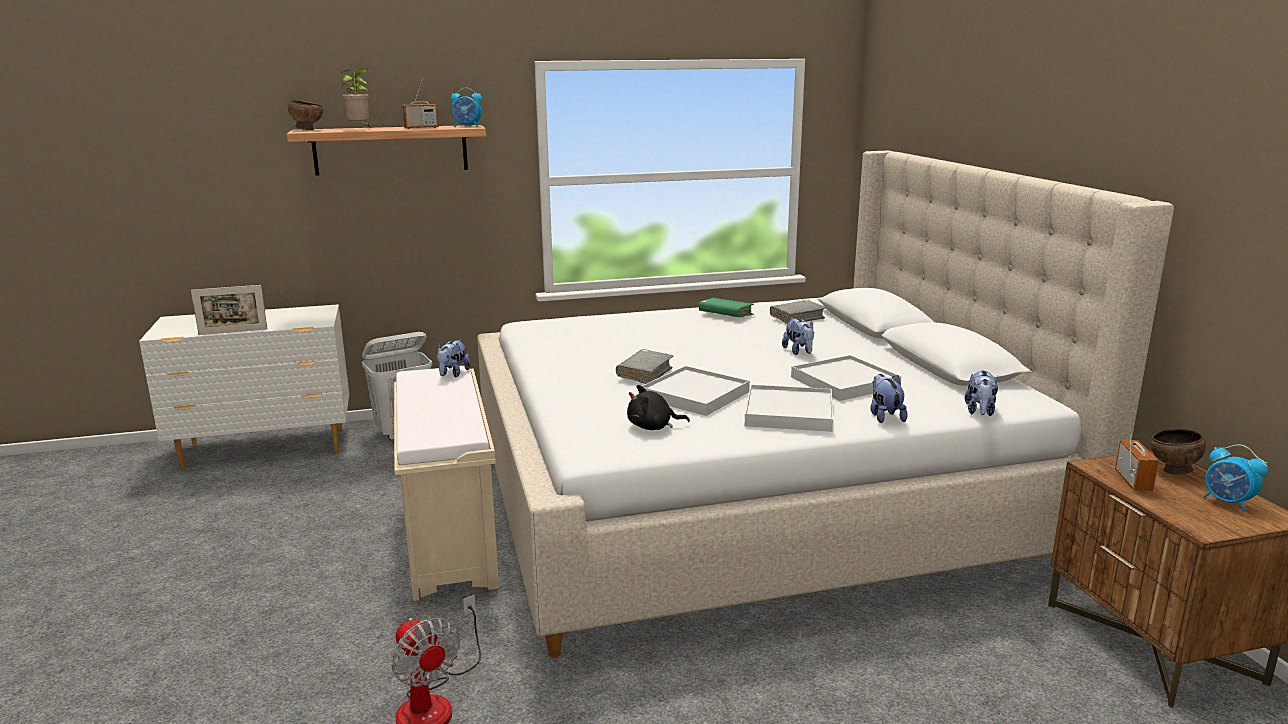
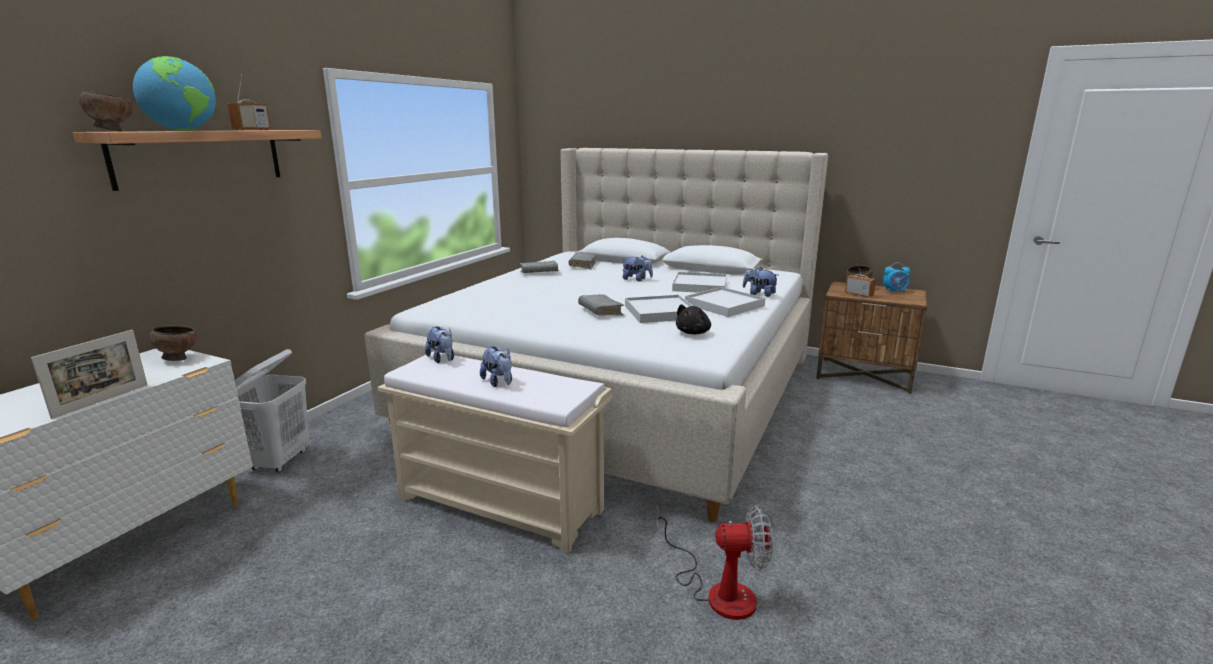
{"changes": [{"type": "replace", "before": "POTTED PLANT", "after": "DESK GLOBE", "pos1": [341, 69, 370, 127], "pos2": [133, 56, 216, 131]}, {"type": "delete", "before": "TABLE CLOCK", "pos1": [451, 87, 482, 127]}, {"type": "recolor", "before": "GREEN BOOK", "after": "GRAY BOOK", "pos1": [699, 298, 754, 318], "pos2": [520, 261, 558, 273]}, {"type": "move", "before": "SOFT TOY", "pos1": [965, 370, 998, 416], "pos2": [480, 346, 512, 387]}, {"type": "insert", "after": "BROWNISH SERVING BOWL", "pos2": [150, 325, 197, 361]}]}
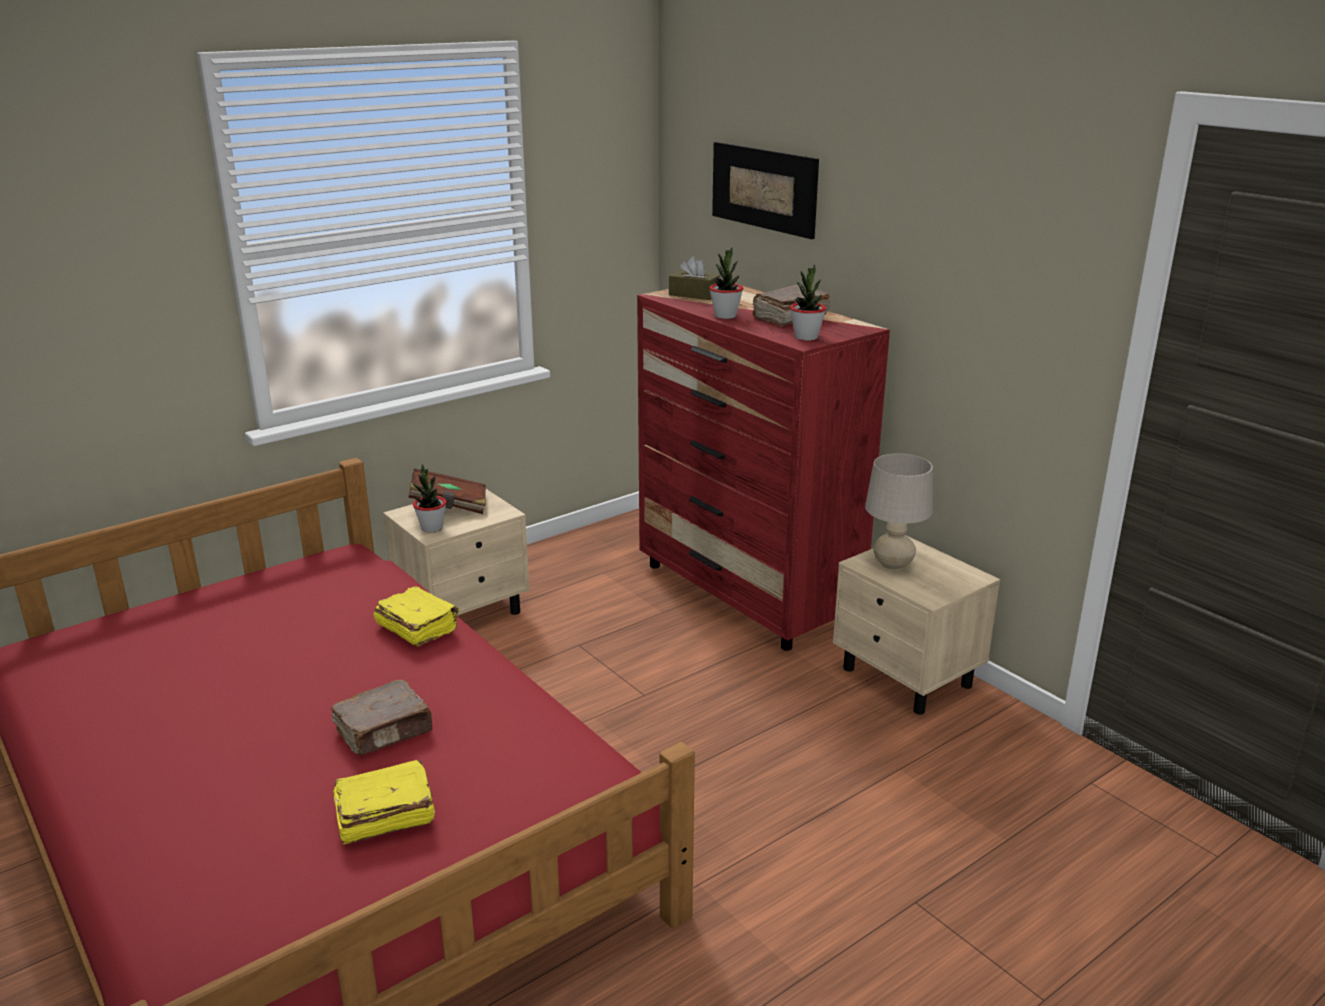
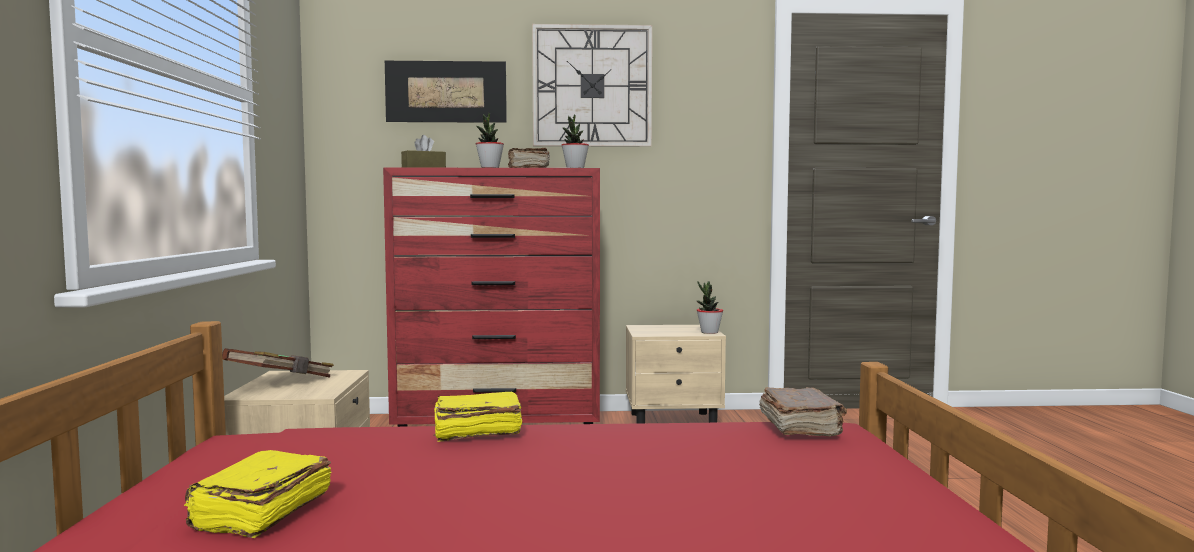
{"changes": [{"type": "move", "before": "BROWNISH BOOK", "pos1": [331, 680, 433, 755], "pos2": [759, 387, 847, 437]}, {"type": "move", "before": "YELLOWISH BOOK", "pos1": [333, 760, 435, 845], "pos2": [184, 450, 332, 538]}, {"type": "move", "before": "POTTED PLANT", "pos1": [413, 464, 447, 533], "pos2": [697, 282, 723, 334]}, {"type": "delete", "before": "BEIGE-COLOURED LAMP FOR A TABLE", "pos1": [865, 453, 933, 570]}, {"type": "insert", "after": "WALL CLOCK", "pos2": [532, 24, 652, 147]}]}
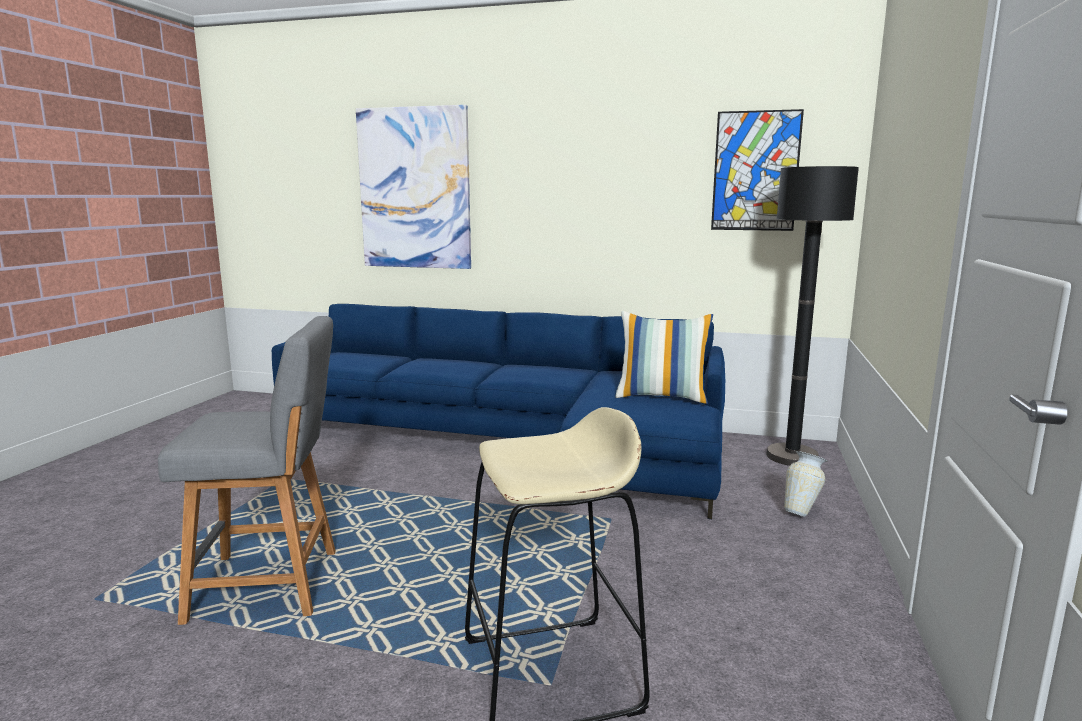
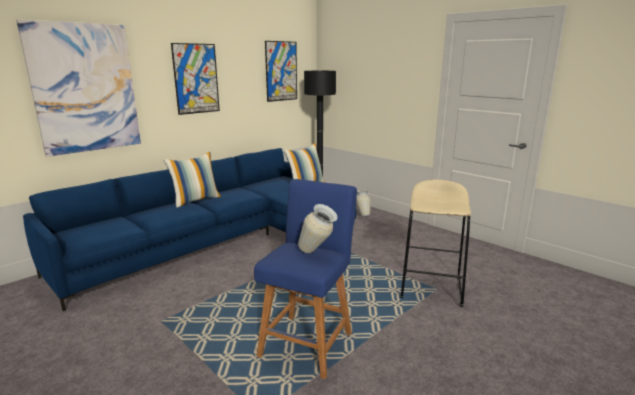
{"changes": [{"type": "recolor", "before": "GRAY SITTING STOOL", "after": "BLUE SITTING STOOL", "pos1": [158, 316, 336, 625], "pos2": [254, 179, 357, 379]}, {"type": "insert", "after": "THROW PILLOW", "pos2": [164, 152, 221, 207]}, {"type": "insert", "after": "PICTURE", "pos2": [171, 43, 220, 115]}, {"type": "insert", "after": "FLOWER VASE", "pos2": [298, 204, 338, 253]}]}
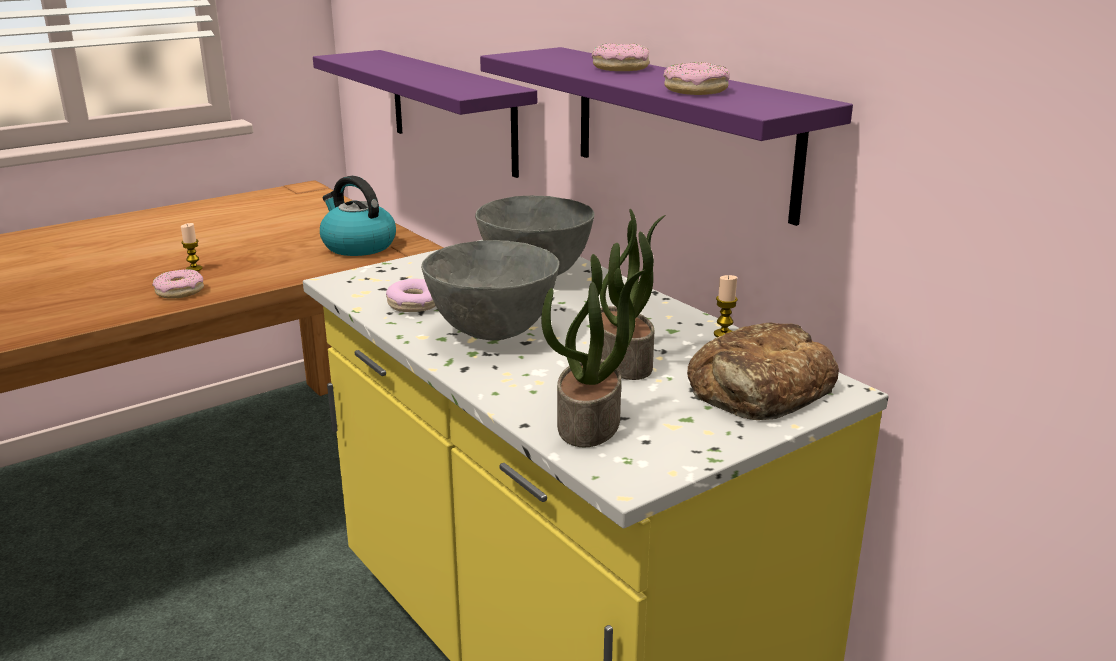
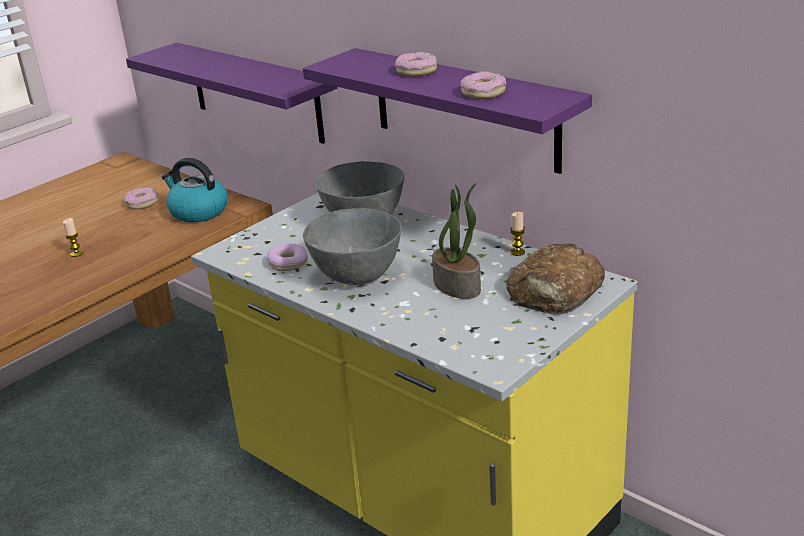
{"changes": [{"type": "move", "before": "DONUT", "pos1": [152, 269, 204, 299], "pos2": [124, 187, 158, 209]}, {"type": "delete", "before": "POTTED PLANT", "pos1": [541, 254, 646, 447]}]}
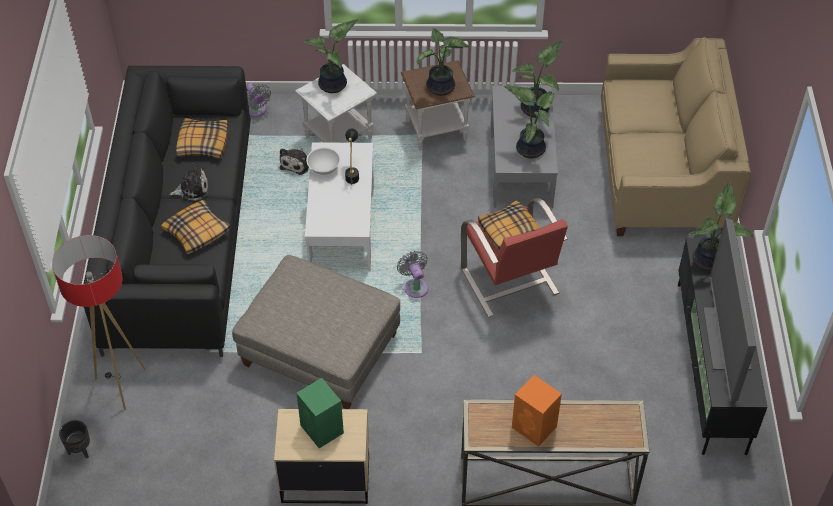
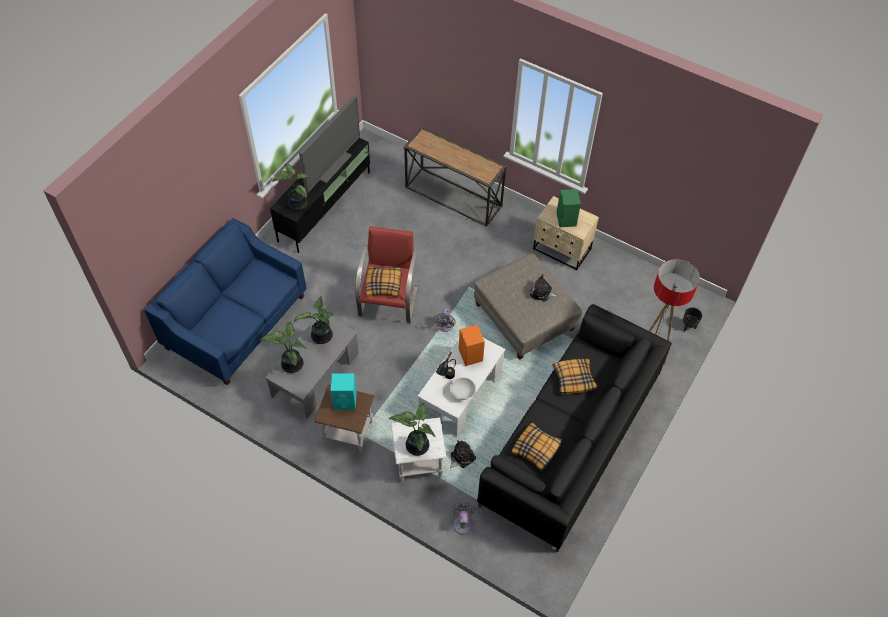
{"changes": [{"type": "move", "before": "SOFT TOY", "pos1": [169, 163, 208, 201], "pos2": [530, 274, 558, 302]}, {"type": "replace", "before": "POTTED PLANT", "after": "BLUE-GREEN LOUDSPEAKER", "pos1": [417, 28, 470, 96], "pos2": [331, 373, 356, 410]}, {"type": "move", "before": "ORANGE-COLOURED LOUDSPEAKER", "pos1": [512, 375, 562, 447], "pos2": [459, 324, 485, 366]}, {"type": "recolor", "before": "BEIGE-COLOURED SOFA", "after": "BLUE SOFA", "pos1": [601, 37, 751, 236], "pos2": [144, 218, 307, 385]}]}
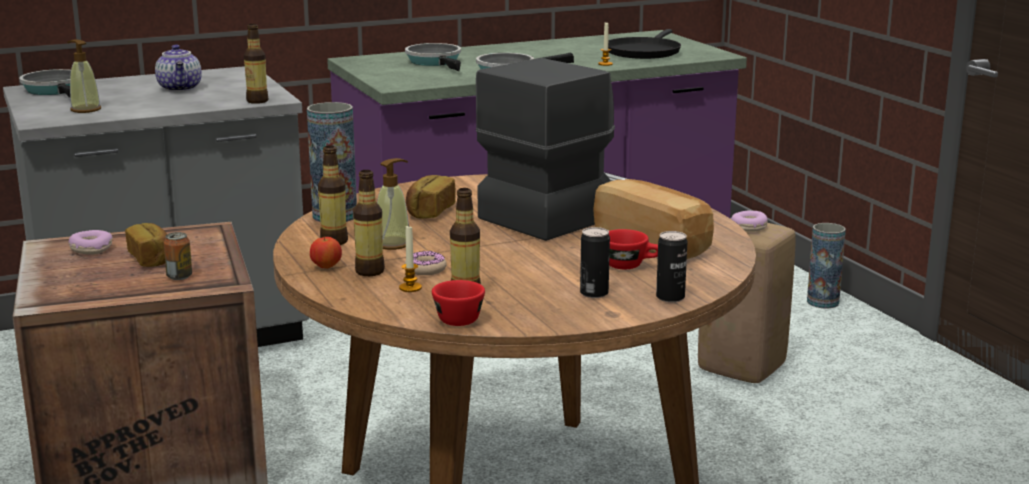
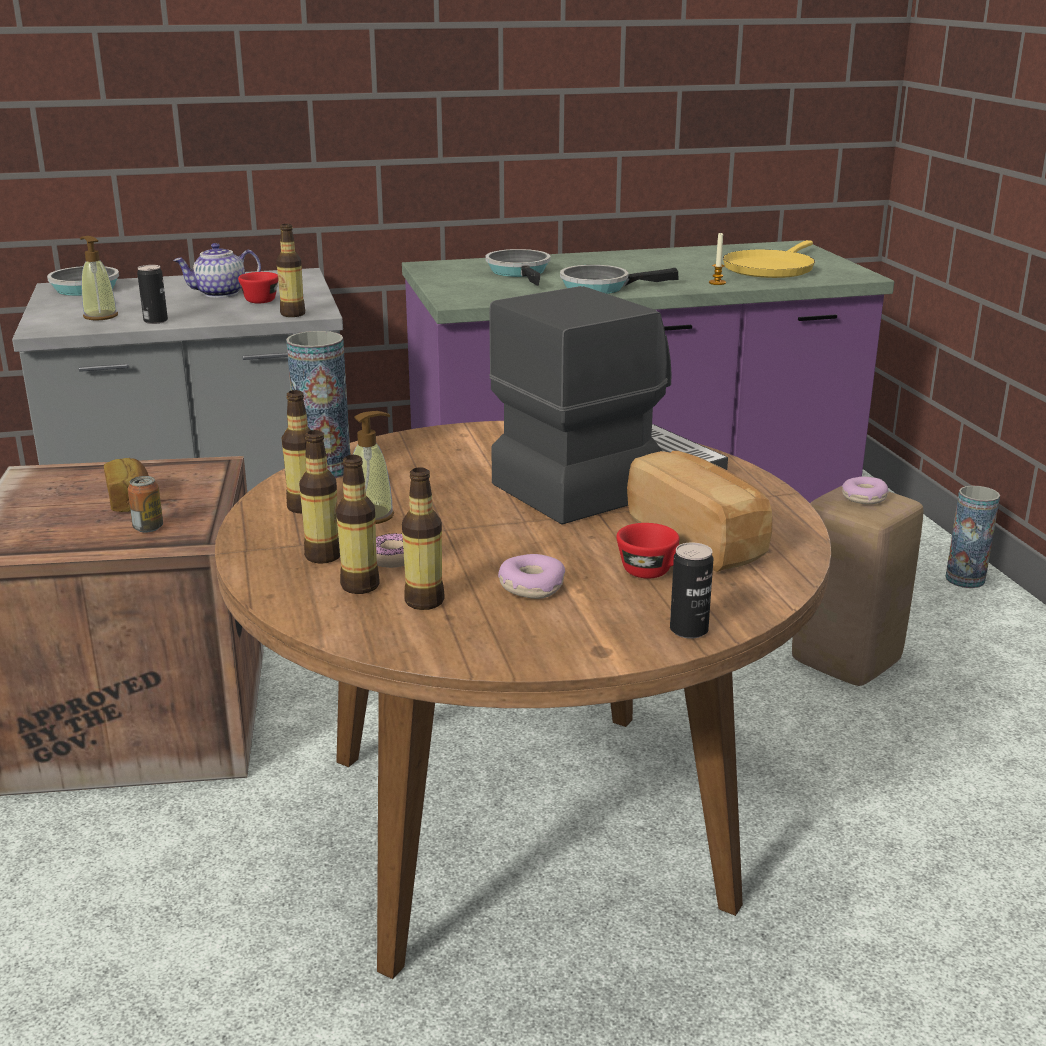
{"changes": [{"type": "move", "before": "DONUT", "pos1": [68, 230, 112, 255], "pos2": [498, 554, 565, 599]}, {"type": "rotate", "before": "TEA POT", "pos1": [155, 44, 202, 92], "pos2": [173, 243, 261, 298], "turn": 75}, {"type": "delete", "before": "APPLE", "pos1": [310, 236, 342, 269]}, {"type": "replace", "before": "WAX LIGHT", "after": "BOTTLE", "pos1": [399, 226, 422, 292], "pos2": [336, 455, 380, 594]}, {"type": "delete", "before": "BAKERY BREAD", "pos1": [406, 175, 456, 219]}, {"type": "move", "before": "RED SMALL CUP", "pos1": [432, 280, 485, 326], "pos2": [238, 272, 278, 303]}, {"type": "move", "before": "CAN", "pos1": [580, 227, 610, 298], "pos2": [137, 265, 168, 324]}, {"type": "recolor", "before": "BLACK-COLOURED FRYING PAN", "after": "YELLOWISH FRYING PAN", "pos1": [608, 29, 681, 59], "pos2": [723, 240, 815, 278]}]}
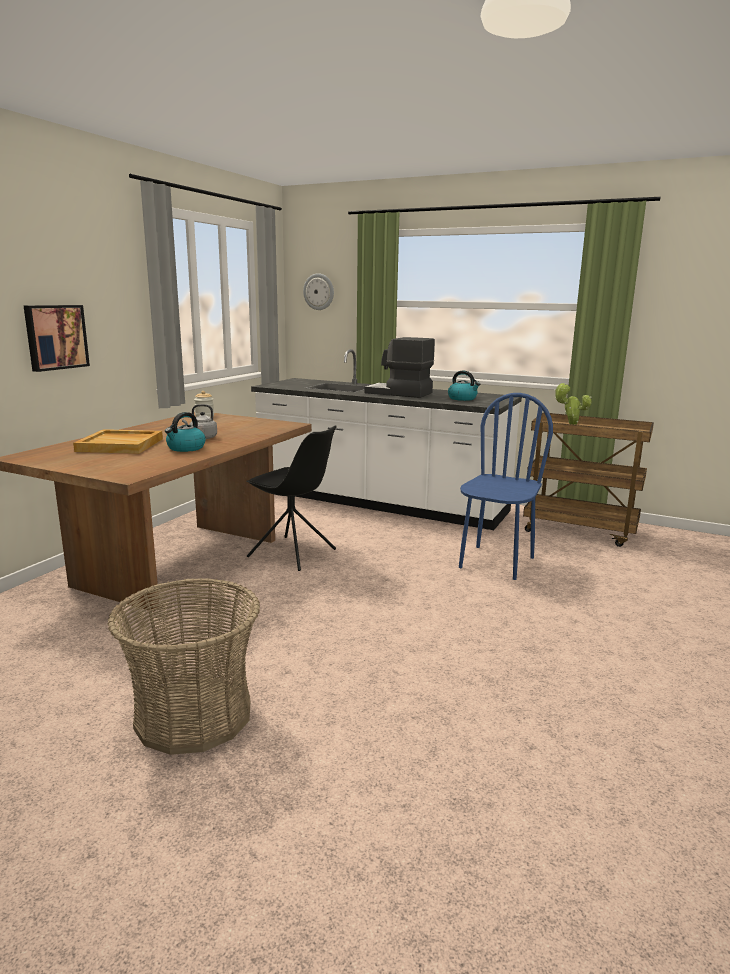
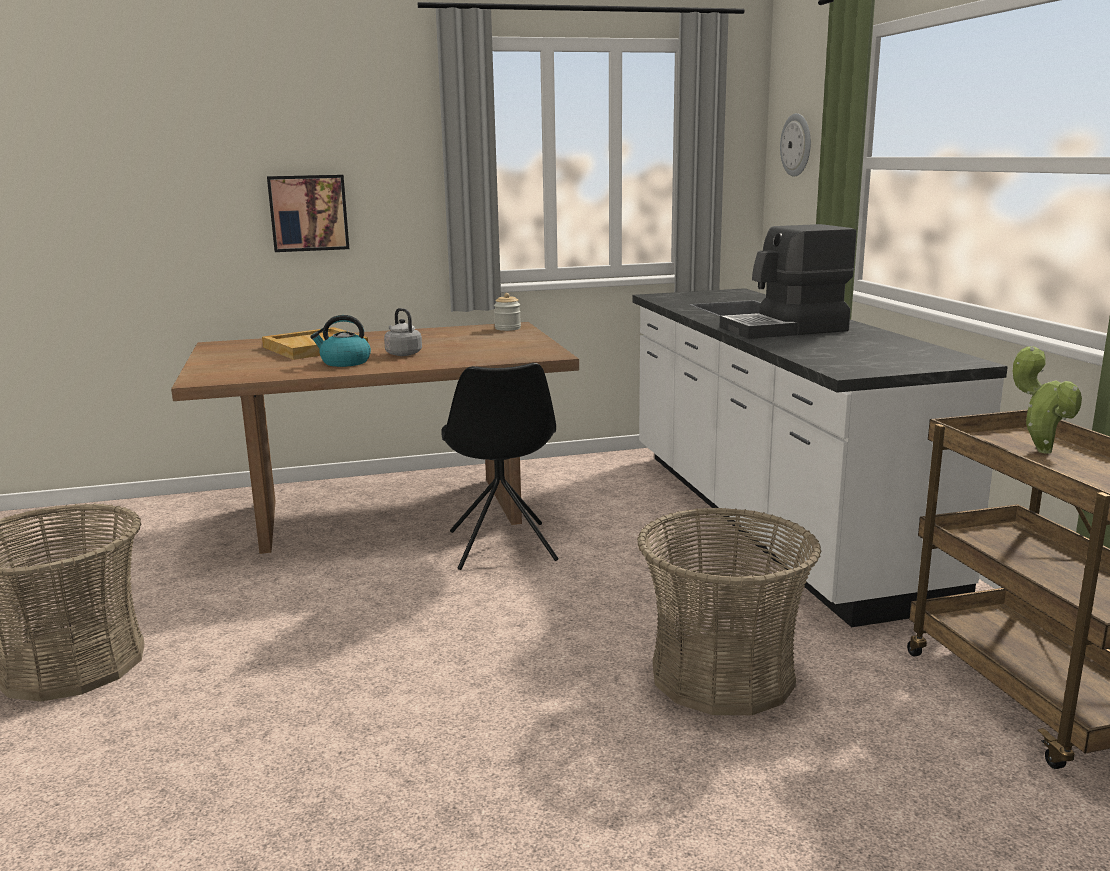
{"changes": [{"type": "rotate", "before": "COFFEE MAKER", "pos1": [364, 337, 435, 398], "pos2": [720, 224, 856, 339], "turn": -90}, {"type": "delete", "before": "WATER KETTLE", "pos1": [448, 371, 480, 401]}, {"type": "replace", "before": "BLUE UPRIGHT CHAIR", "after": "BASKET", "pos1": [459, 393, 553, 580], "pos2": [637, 508, 821, 715]}]}
